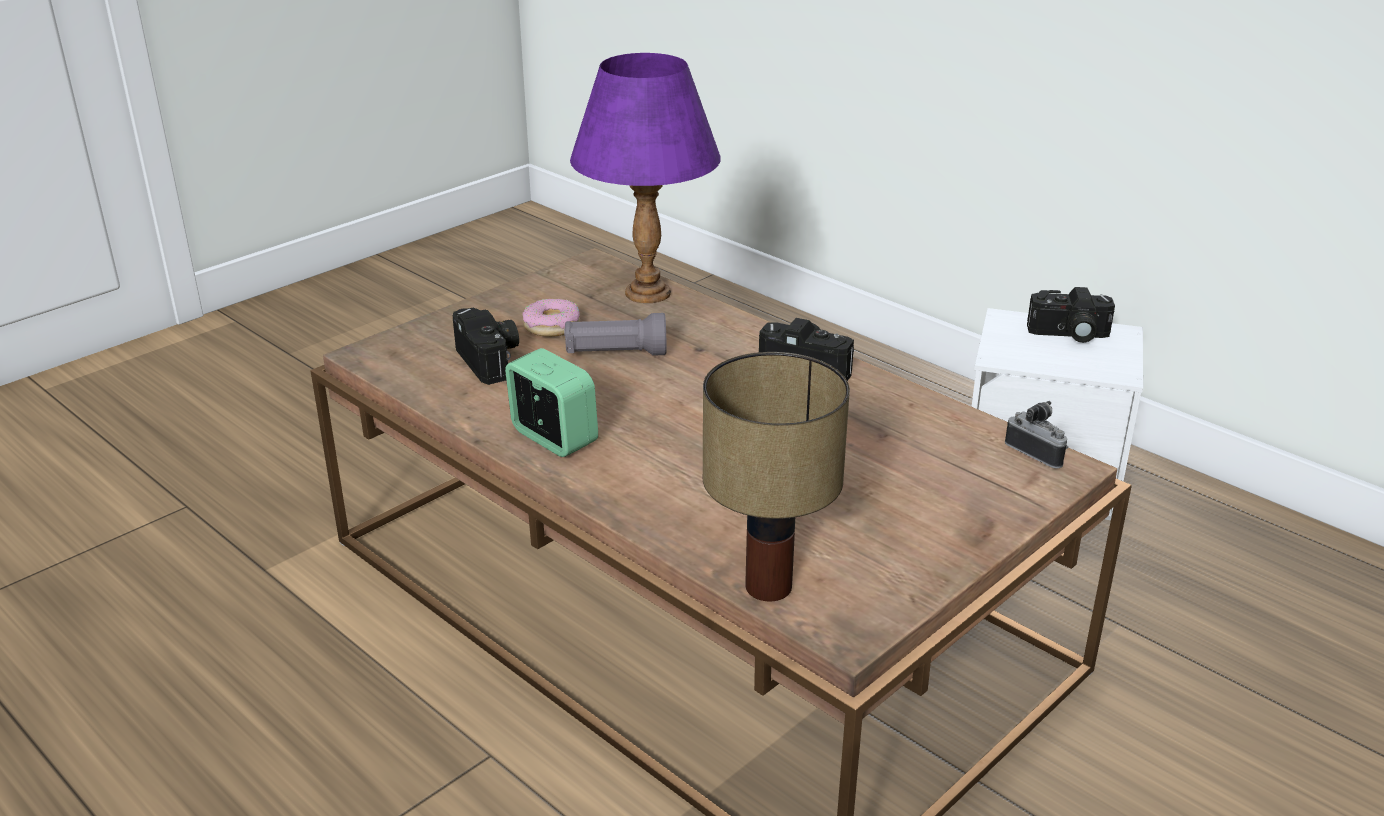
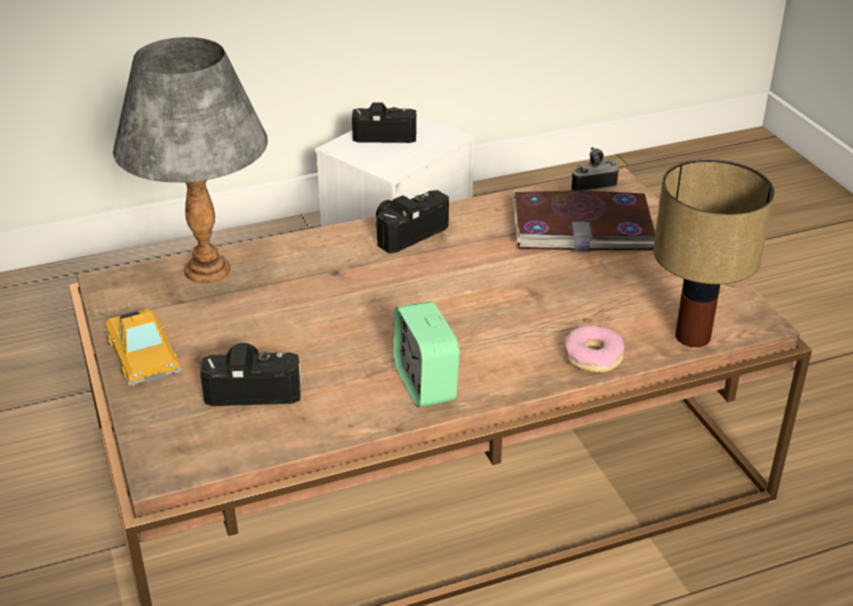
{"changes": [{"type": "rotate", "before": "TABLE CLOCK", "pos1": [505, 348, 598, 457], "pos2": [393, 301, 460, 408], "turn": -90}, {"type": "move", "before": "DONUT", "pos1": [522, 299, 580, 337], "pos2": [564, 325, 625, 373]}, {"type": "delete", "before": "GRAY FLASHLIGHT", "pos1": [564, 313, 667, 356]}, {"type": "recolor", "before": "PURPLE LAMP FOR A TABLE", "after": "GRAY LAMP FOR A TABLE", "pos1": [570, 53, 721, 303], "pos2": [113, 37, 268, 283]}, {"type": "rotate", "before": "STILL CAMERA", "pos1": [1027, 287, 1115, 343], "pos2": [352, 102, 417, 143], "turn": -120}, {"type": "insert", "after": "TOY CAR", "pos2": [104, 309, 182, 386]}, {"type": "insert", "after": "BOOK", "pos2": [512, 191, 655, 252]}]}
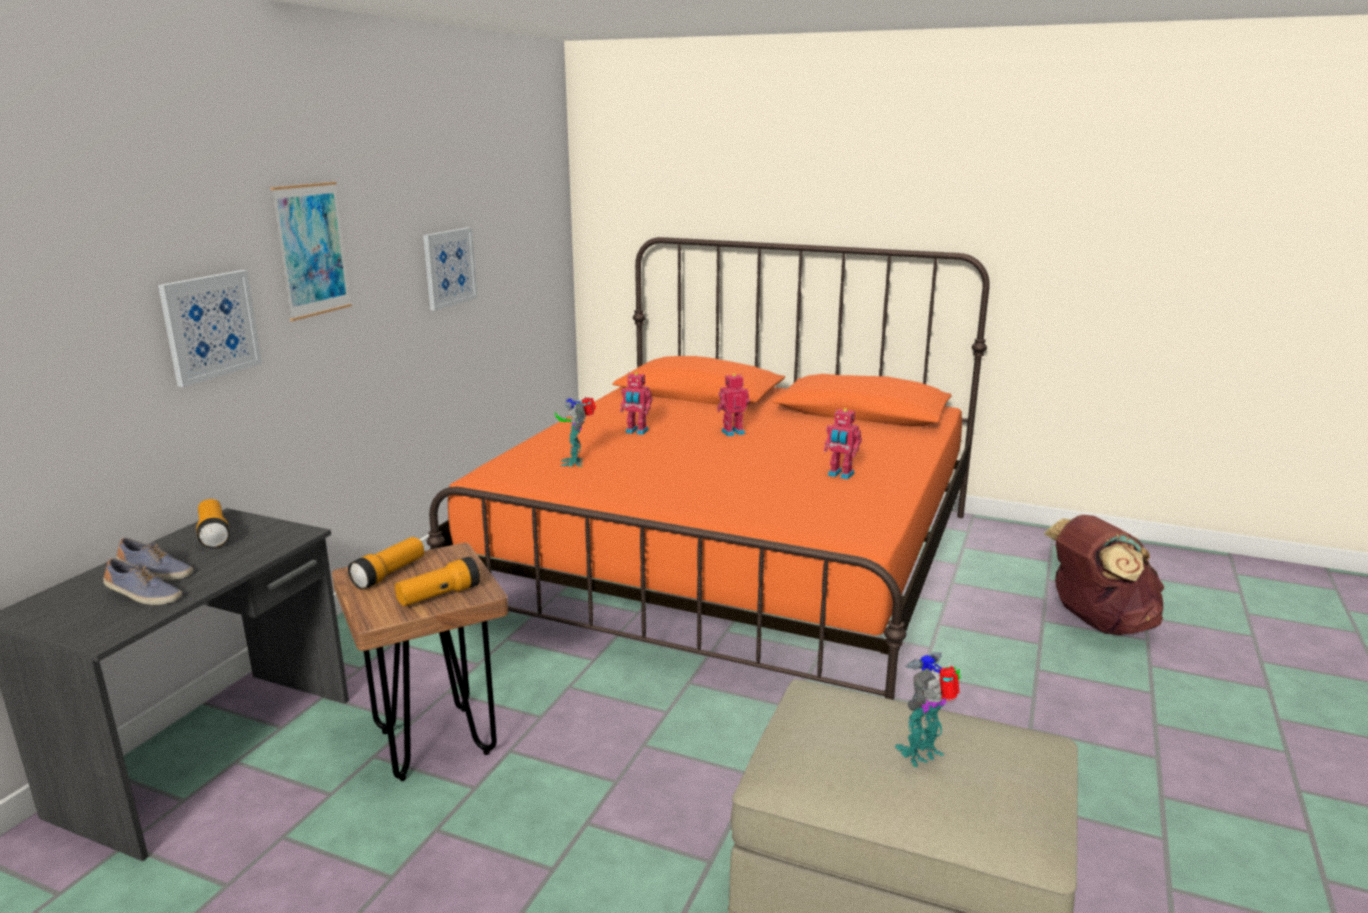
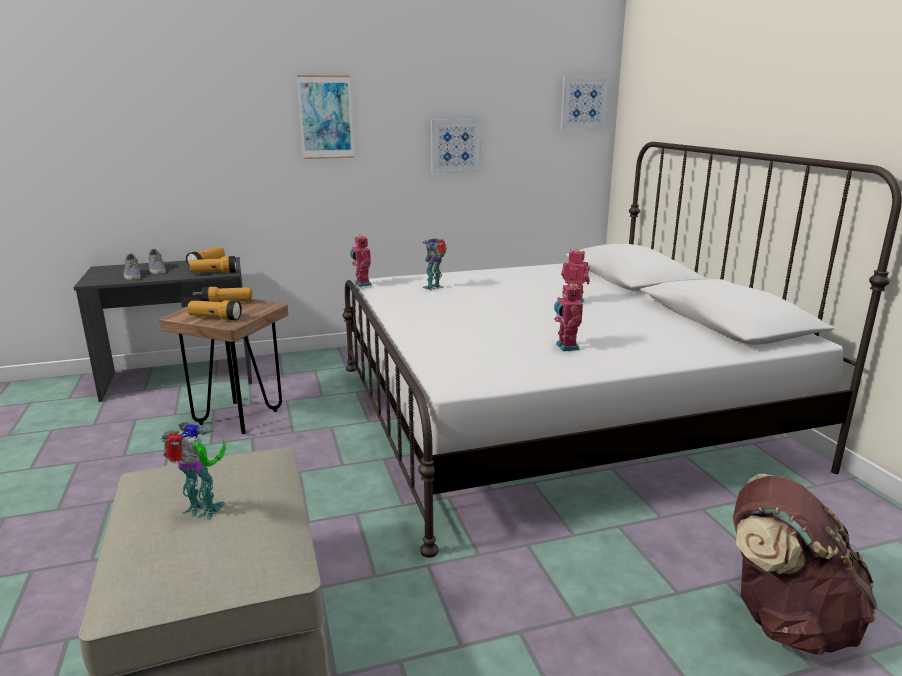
{"changes": [{"type": "move", "before": "PICTURE", "pos1": [158, 270, 262, 387], "pos2": [560, 77, 610, 129]}, {"type": "recolor", "before": "ORANGE-COLOURED BEDROOM BED", "after": "WHITE BEDROOM BED", "pos1": [426, 237, 990, 700], "pos2": [342, 142, 902, 558]}, {"type": "move", "before": "ROBOT FIGURE", "pos1": [620, 372, 653, 435], "pos2": [350, 235, 372, 287]}, {"type": "insert", "after": "FLASHLIGHT", "pos2": [190, 256, 237, 273]}]}
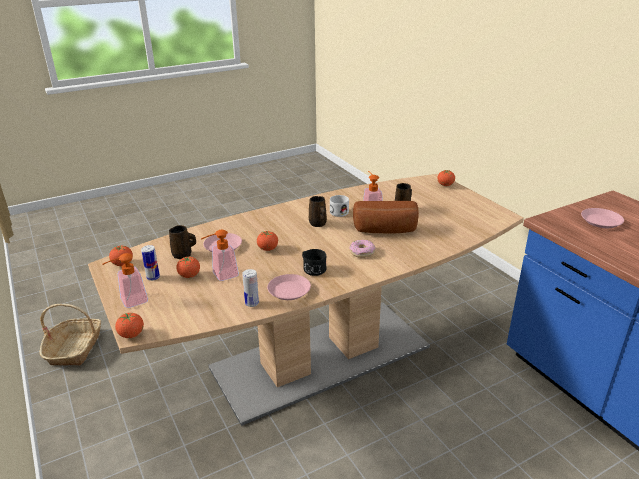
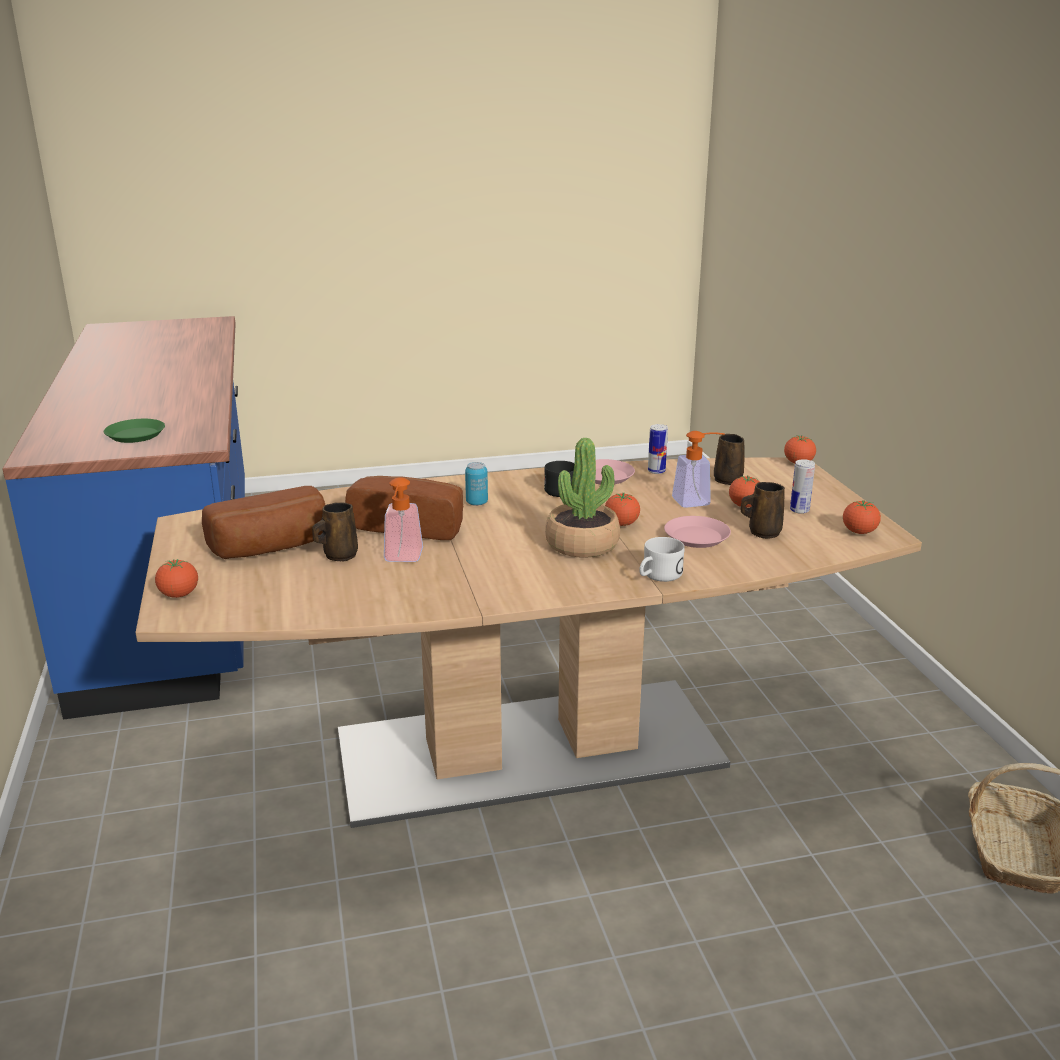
{"changes": [{"type": "delete", "before": "LIQUID SOAP BOTTLE", "pos1": [102, 253, 148, 308]}, {"type": "move", "before": "BROWNISH TEA MUG", "pos1": [309, 196, 327, 227], "pos2": [714, 434, 745, 485]}, {"type": "move", "before": "WHITE TEA MUG", "pos1": [330, 195, 349, 217], "pos2": [639, 537, 685, 582]}, {"type": "replace", "before": "DONUT", "after": "CAN", "pos1": [349, 240, 376, 258], "pos2": [465, 462, 488, 506]}, {"type": "recolor", "before": "PINK-COLOURED DINNER PLATE", "after": "GREEN DINNER PLATE", "pos1": [581, 208, 624, 228], "pos2": [104, 419, 165, 443]}, {"type": "insert", "after": "BAKERY BREAD", "pos2": [202, 486, 325, 559]}, {"type": "insert", "after": "POTTED PLANT", "pos2": [546, 438, 620, 558]}]}
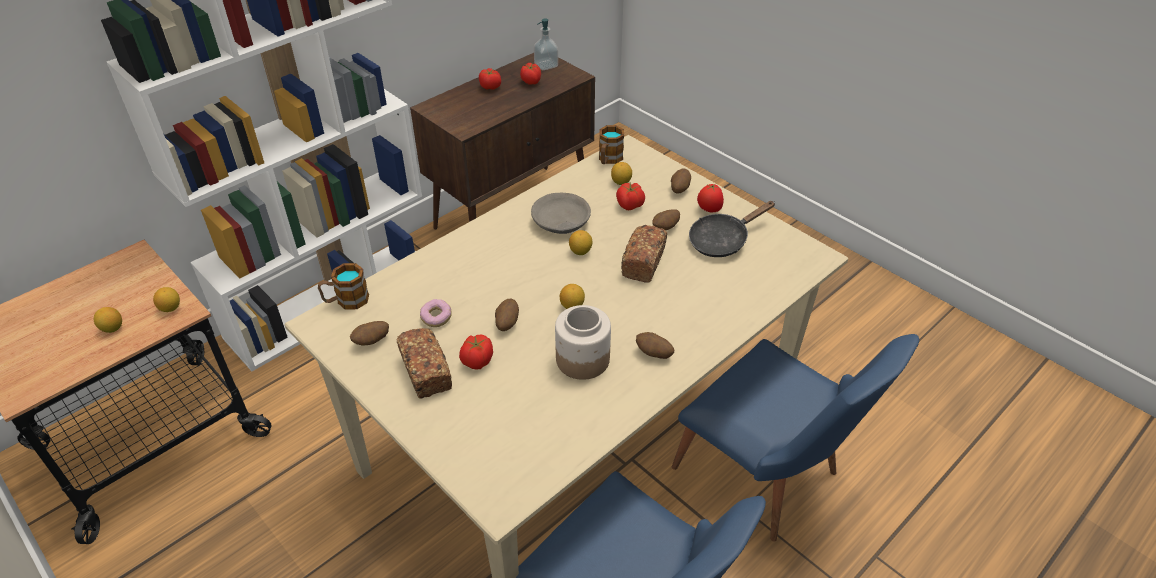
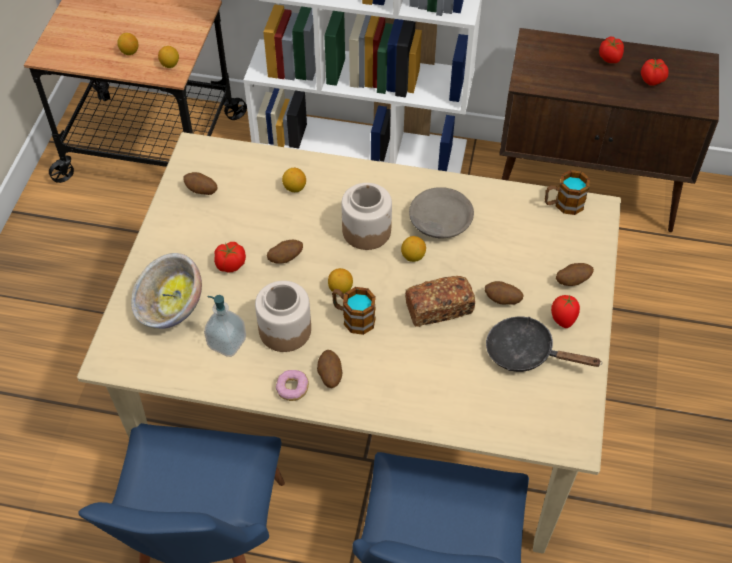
{"changes": [{"type": "move", "before": "TEA MUG", "pos1": [318, 263, 369, 310], "pos2": [332, 287, 376, 335]}, {"type": "delete", "before": "BAKERY BREAD", "pos1": [397, 328, 452, 399]}, {"type": "move", "before": "DONUT", "pos1": [420, 299, 452, 327], "pos2": [276, 370, 309, 401]}, {"type": "move", "before": "LIQUID SOAP BOTTLE", "pos1": [534, 19, 558, 70], "pos2": [204, 295, 246, 357]}, {"type": "move", "before": "LEMON", "pos1": [611, 162, 632, 185], "pos2": [282, 168, 306, 192]}, {"type": "delete", "before": "FRESH TOMATO", "pos1": [616, 183, 645, 210]}, {"type": "insert", "after": "SERVING BOWL", "pos2": [131, 253, 202, 329]}, {"type": "insert", "after": "STORAGE JAR", "pos2": [341, 183, 392, 250]}]}
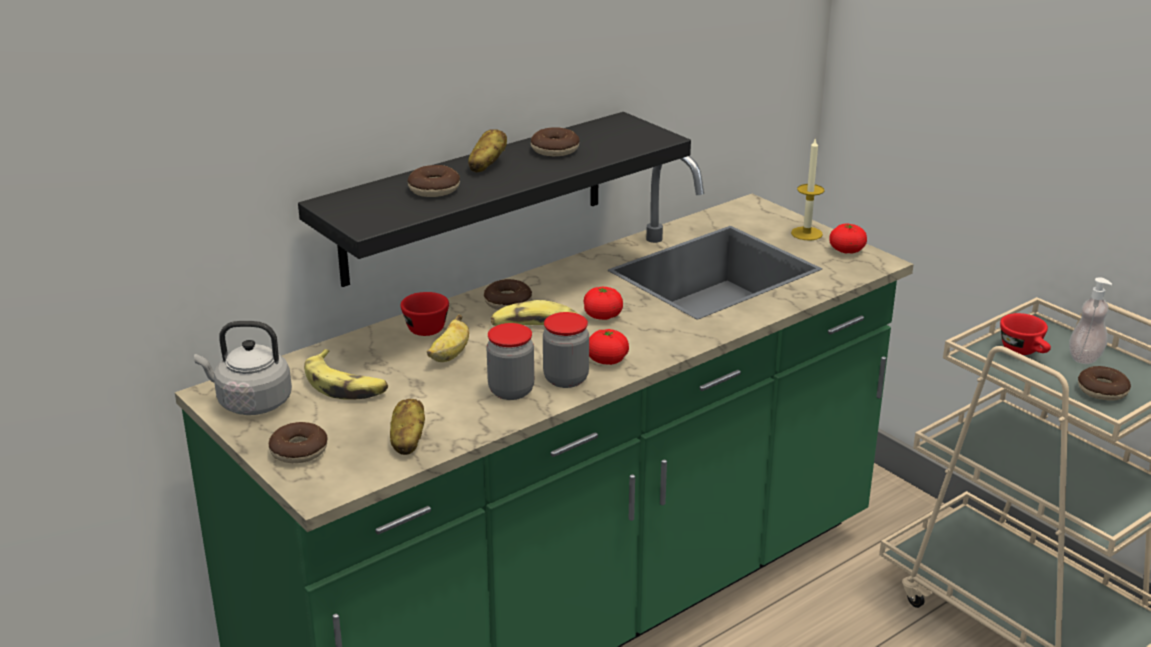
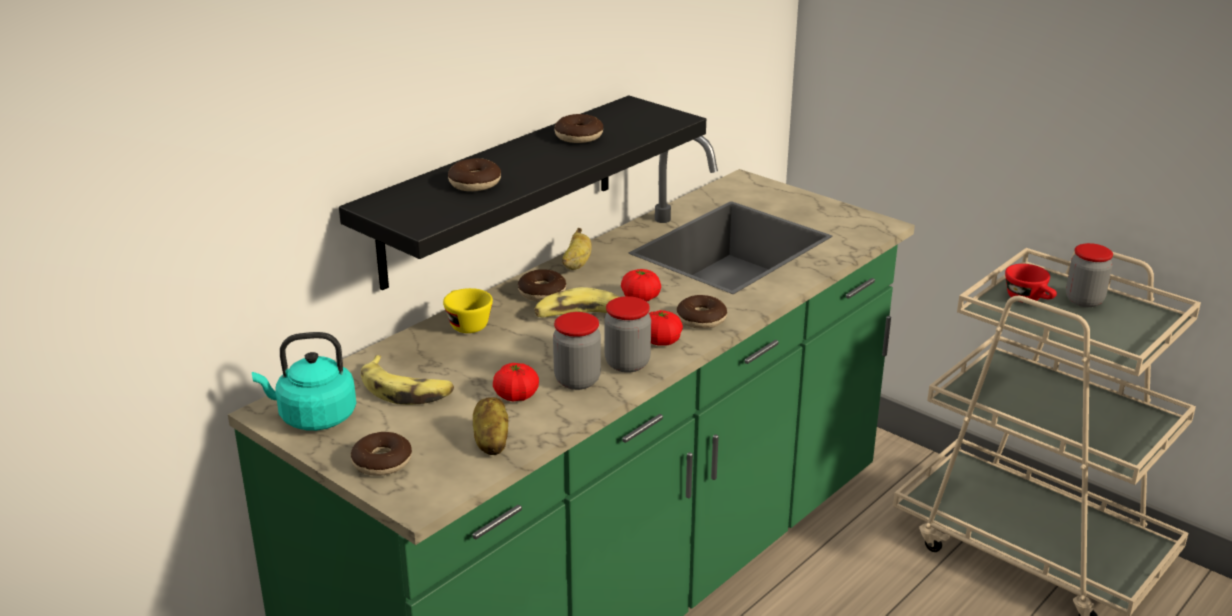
{"changes": [{"type": "recolor", "before": "GRAY WATER KETTLE", "after": "BLUE-GREEN WATER KETTLE", "pos1": [194, 321, 292, 415], "pos2": [252, 332, 356, 431]}, {"type": "recolor", "before": "RED SMALL CUP", "after": "YELLOWISH SMALL CUP", "pos1": [400, 292, 449, 336], "pos2": [443, 288, 493, 333]}, {"type": "move", "before": "BANANA FRUIT", "pos1": [427, 314, 469, 362], "pos2": [562, 228, 591, 270]}, {"type": "delete", "before": "WHOLE POTATO", "pos1": [468, 129, 507, 173]}, {"type": "delete", "before": "WAX LIGHT", "pos1": [791, 138, 825, 240]}, {"type": "move", "before": "FRESH TOMATO", "pos1": [829, 223, 867, 253], "pos2": [493, 363, 539, 402]}, {"type": "replace", "before": "LIQUID SOAP BOTTLE", "after": "STORAGE JAR", "pos1": [1069, 277, 1112, 364], "pos2": [1066, 243, 1113, 307]}, {"type": "move", "before": "DONUT", "pos1": [1078, 366, 1131, 401], "pos2": [677, 295, 727, 329]}]}
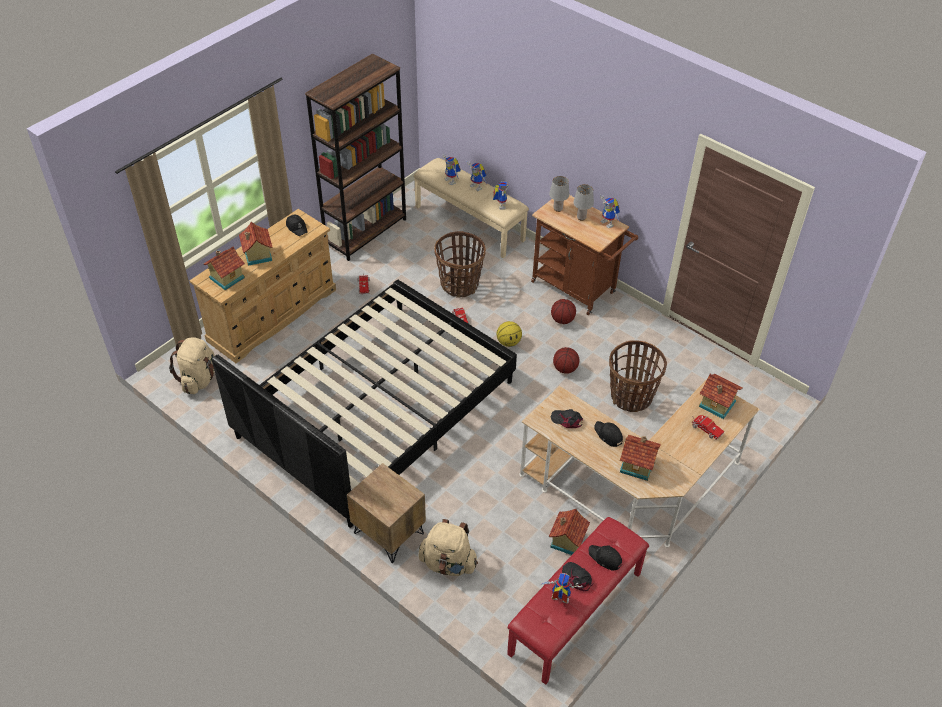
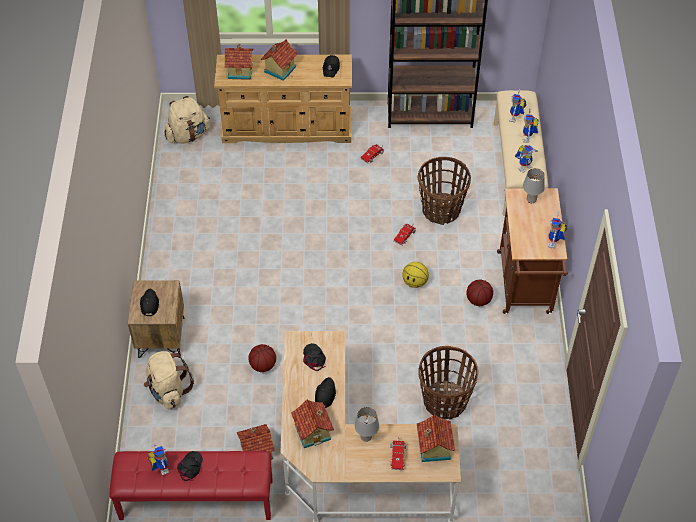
{"changes": [{"type": "delete", "before": "BLACK-COLOURED BEDROOM BED", "pos1": [212, 280, 517, 528]}, {"type": "move", "before": "BASKETBALL BALL", "pos1": [553, 347, 579, 374], "pos2": [248, 344, 276, 372]}, {"type": "move", "before": "GRAY LAMP FOR A TABLE", "pos1": [573, 184, 594, 220], "pos2": [355, 407, 379, 442]}, {"type": "move", "before": "BLACK-COLOURED BASEBALL CAP", "pos1": [589, 545, 622, 571], "pos2": [140, 289, 159, 316]}]}
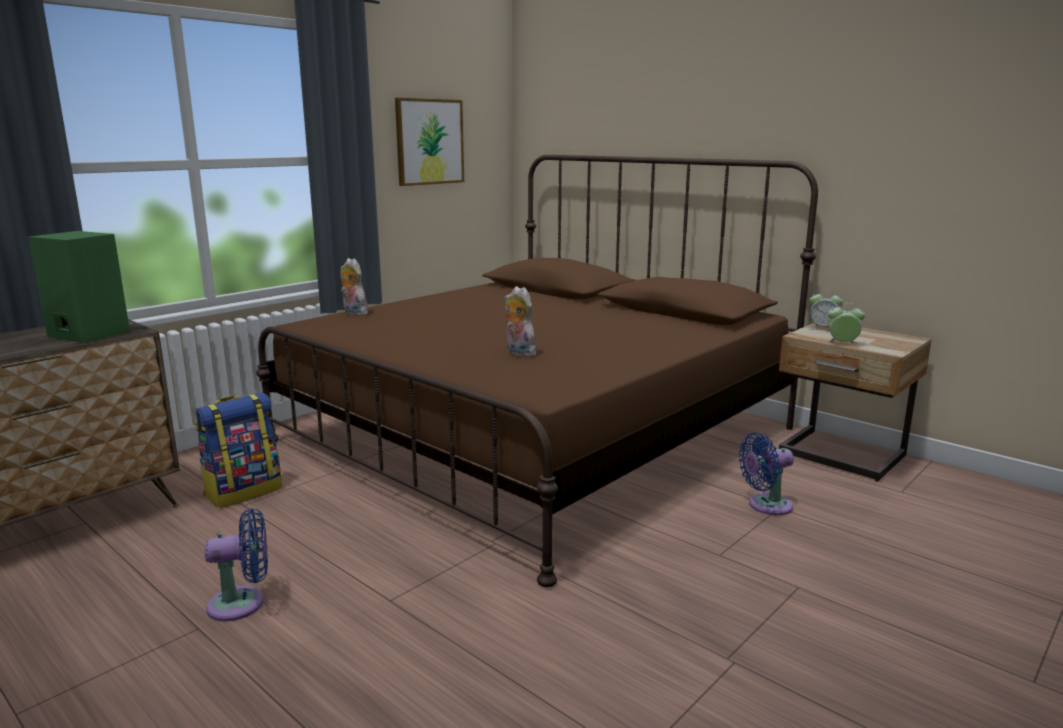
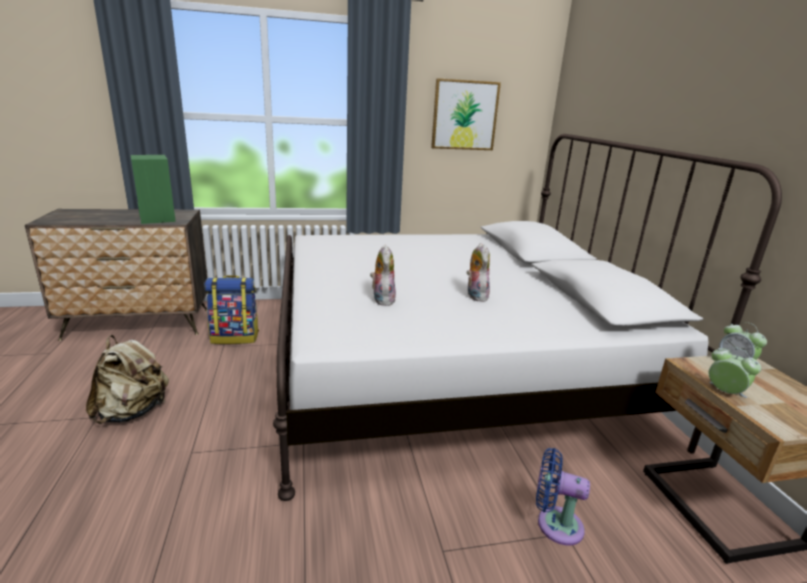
{"changes": [{"type": "replace", "before": "BLUE FAN", "after": "BEIGE-COLOURED BACKPACK", "pos1": [204, 508, 268, 621], "pos2": [86, 335, 169, 424]}, {"type": "recolor", "before": "BROWNISH BEDROOM BED", "after": "WHITE BEDROOM BED", "pos1": [256, 155, 818, 587], "pos2": [273, 134, 782, 501]}, {"type": "move", "before": "SOFT TOY", "pos1": [340, 258, 368, 316], "pos2": [466, 243, 490, 302]}]}
